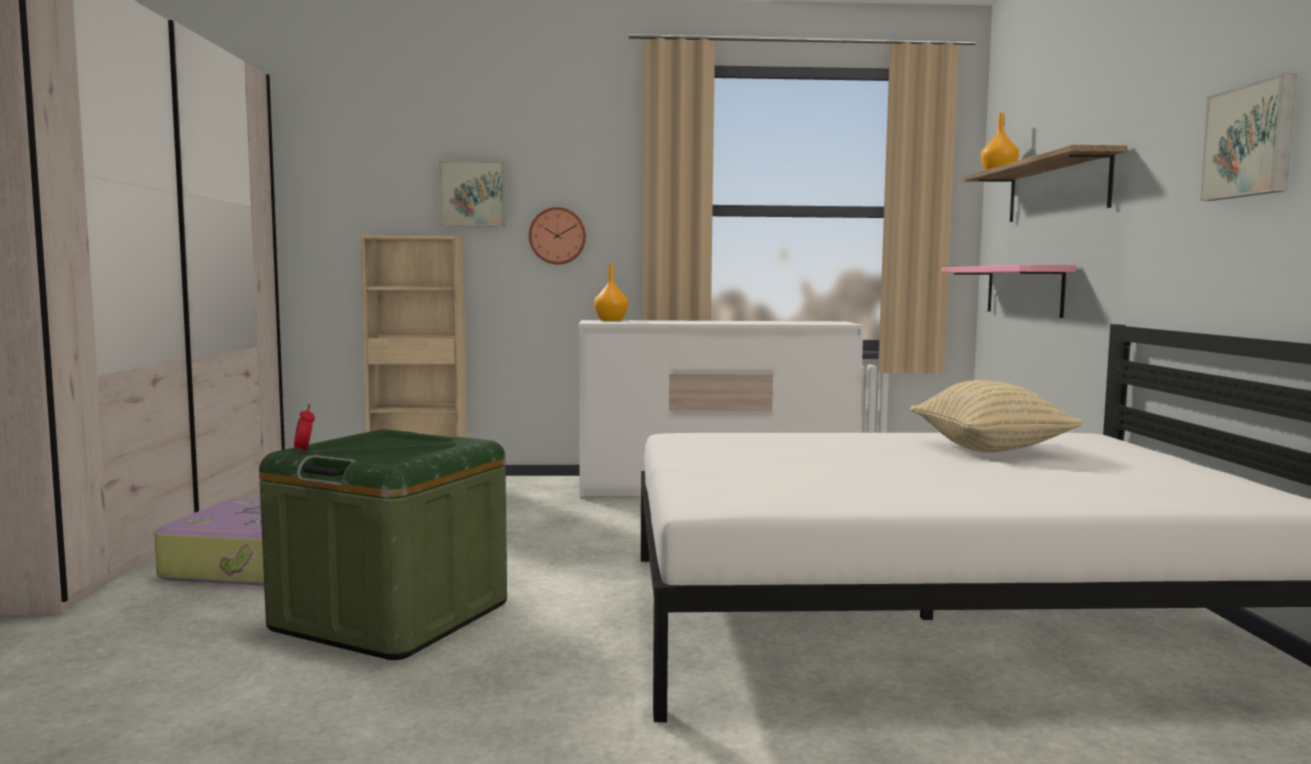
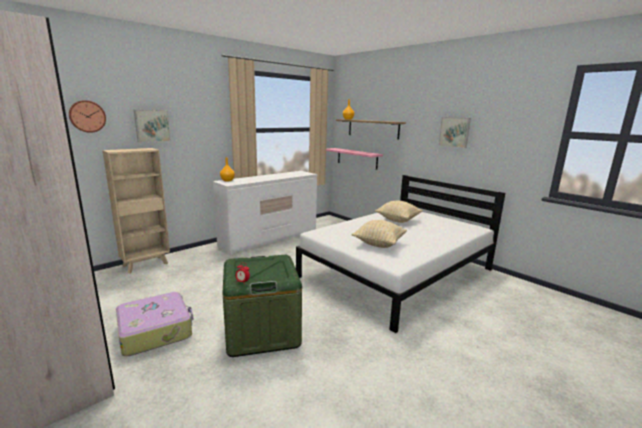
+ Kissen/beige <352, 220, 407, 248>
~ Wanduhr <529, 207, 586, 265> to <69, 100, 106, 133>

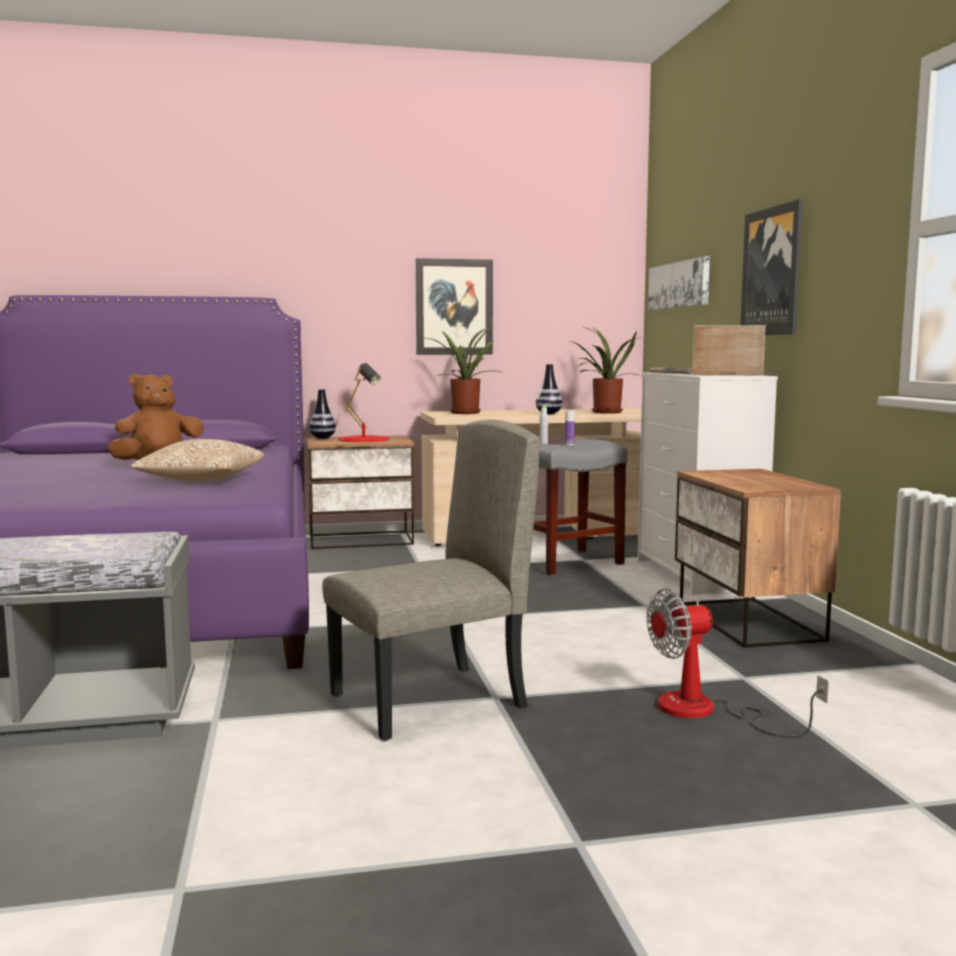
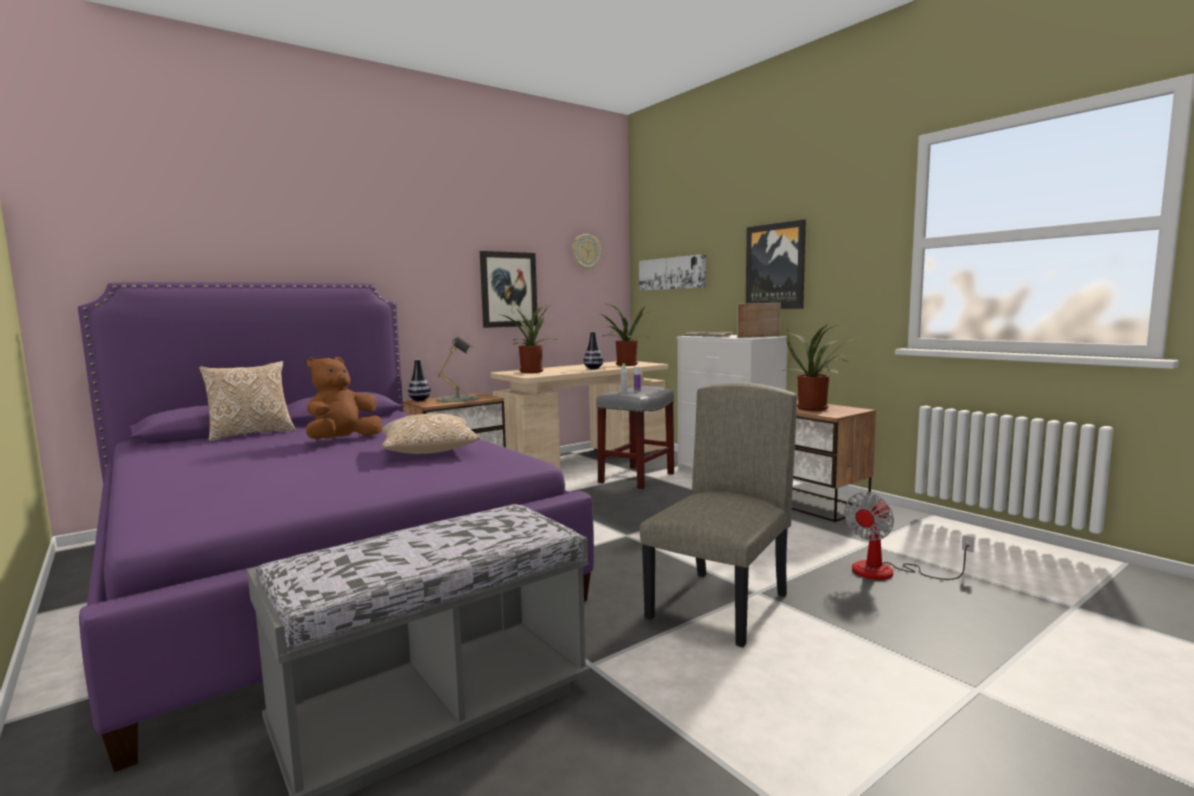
+ Kissen <199, 361, 296, 441>
+ Wanduhr <572, 234, 601, 270>
+ Topfpflanze <782, 324, 856, 411>
~ Tischlampe/rot <338, 363, 389, 442> to Tischlampe/grau <437, 337, 479, 402>

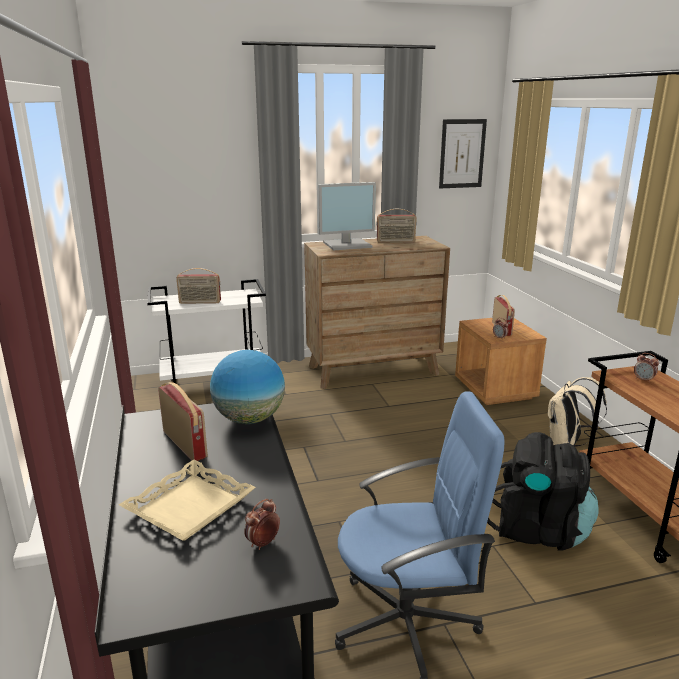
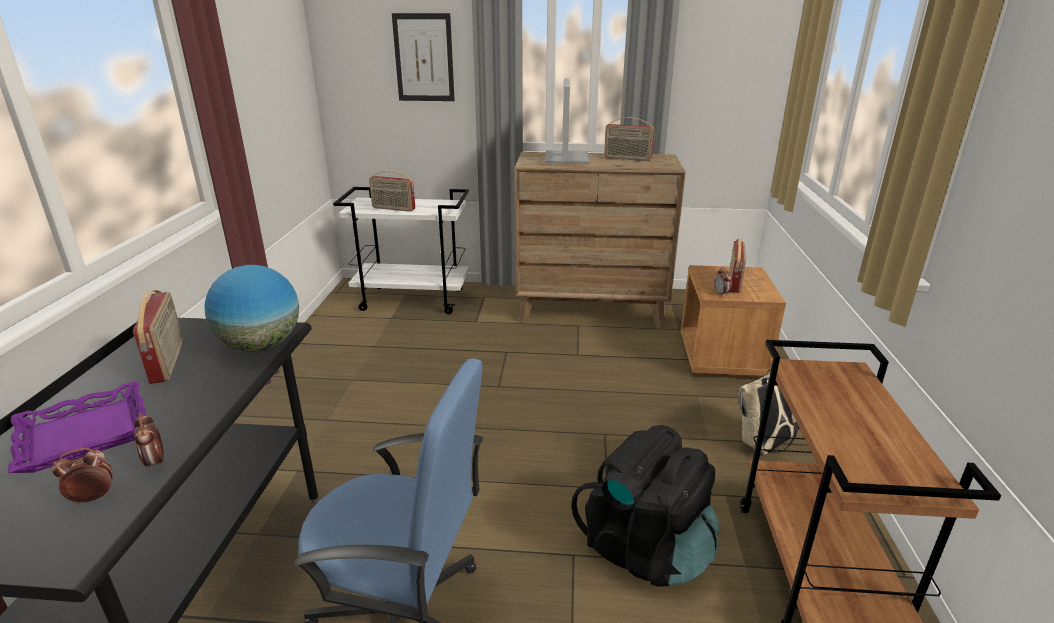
~ Bild <439, 119, 487, 189> to <392, 13, 455, 101>
~ Wecker <634, 353, 659, 383> to <134, 413, 164, 472>
~ Tablett/beige <119, 460, 256, 540> to Tablett/lila <8, 381, 146, 473>
~ Monitor <318, 182, 376, 251> = <545, 78, 590, 164> 90 degrees counterclockwise

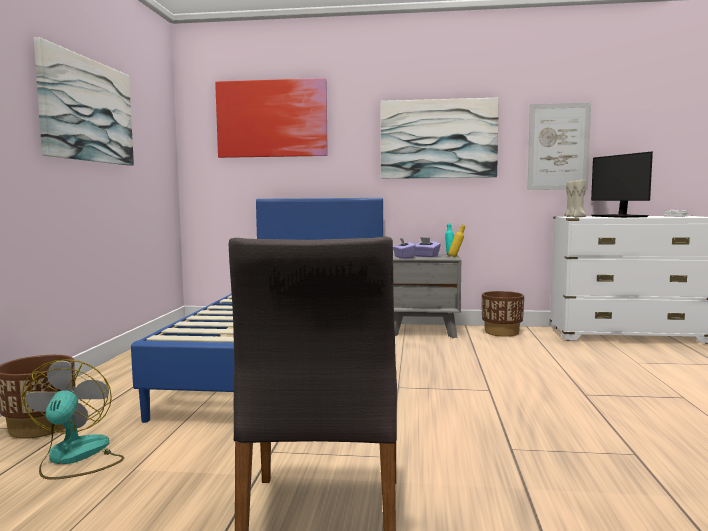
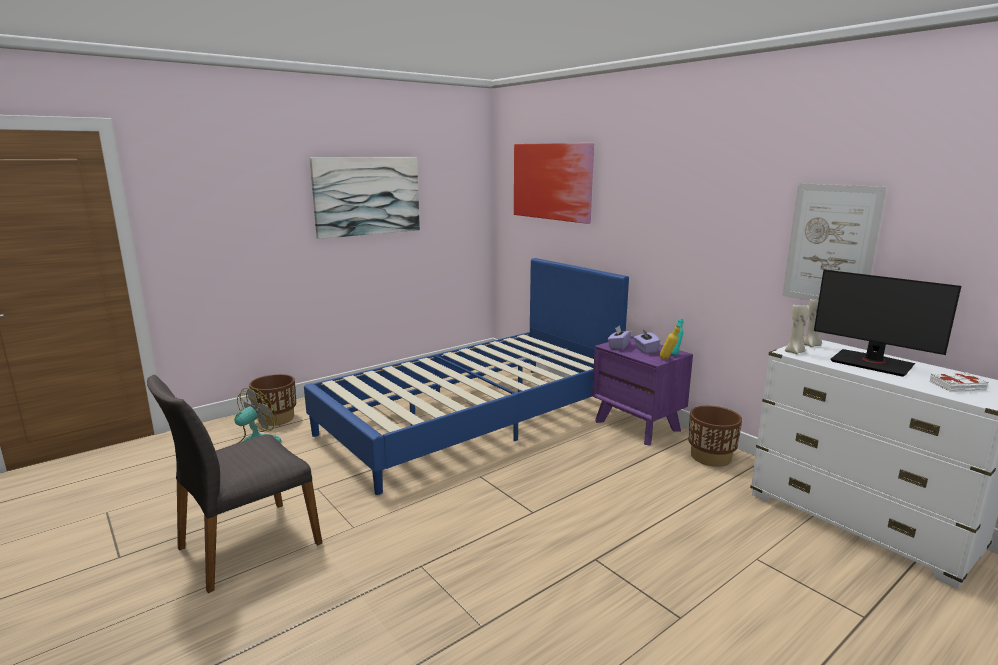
- Bild <381, 98, 499, 179>
~ Nachttisch/grau <393, 254, 461, 338> to Nachttisch/lila <592, 336, 693, 446>
~ Monitor <591, 151, 653, 218> = <814, 270, 961, 377> 75 degrees counterclockwise

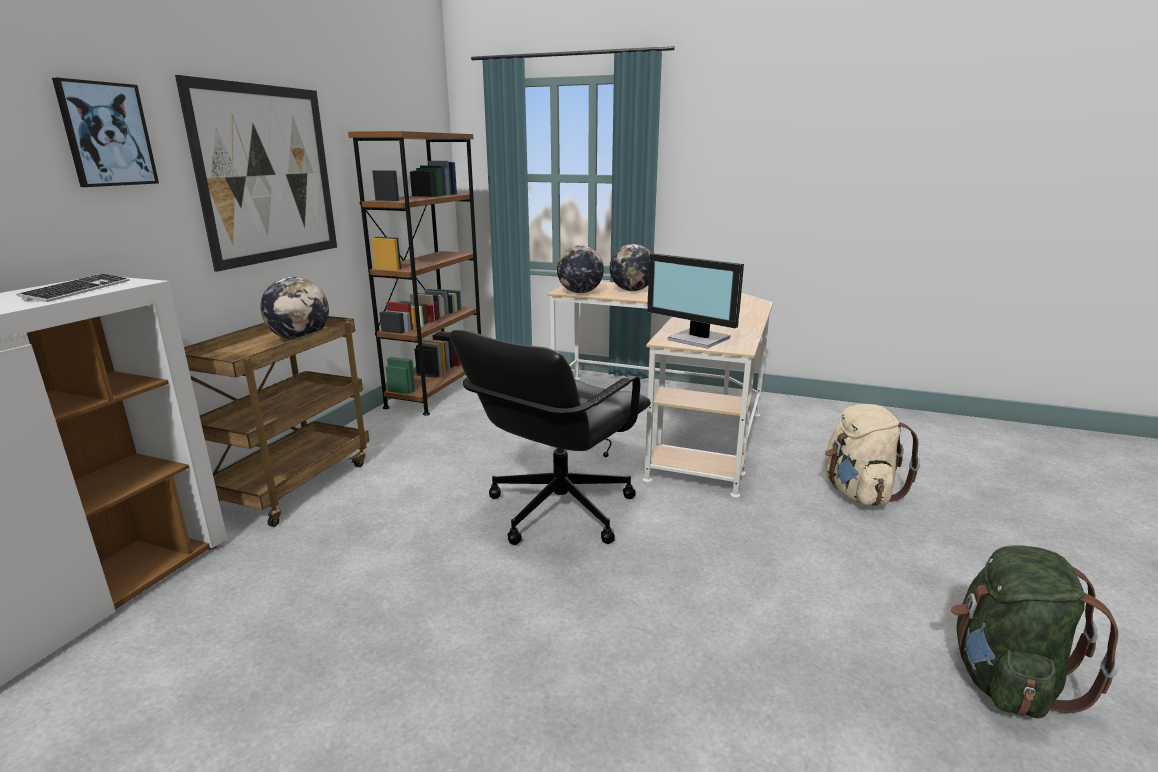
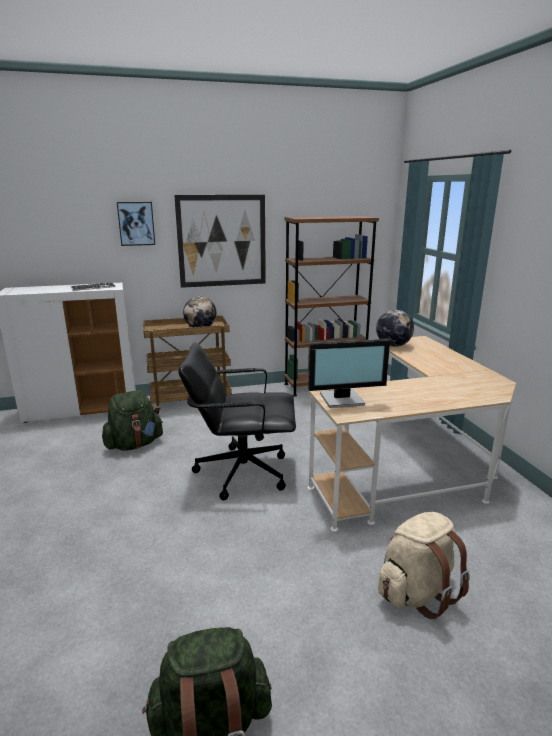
- Globus <610, 244, 652, 291>
+ Rucksack/grün <102, 391, 163, 451>
~ Monitor <647, 253, 744, 349> = <308, 339, 390, 408> 105 degrees counterclockwise

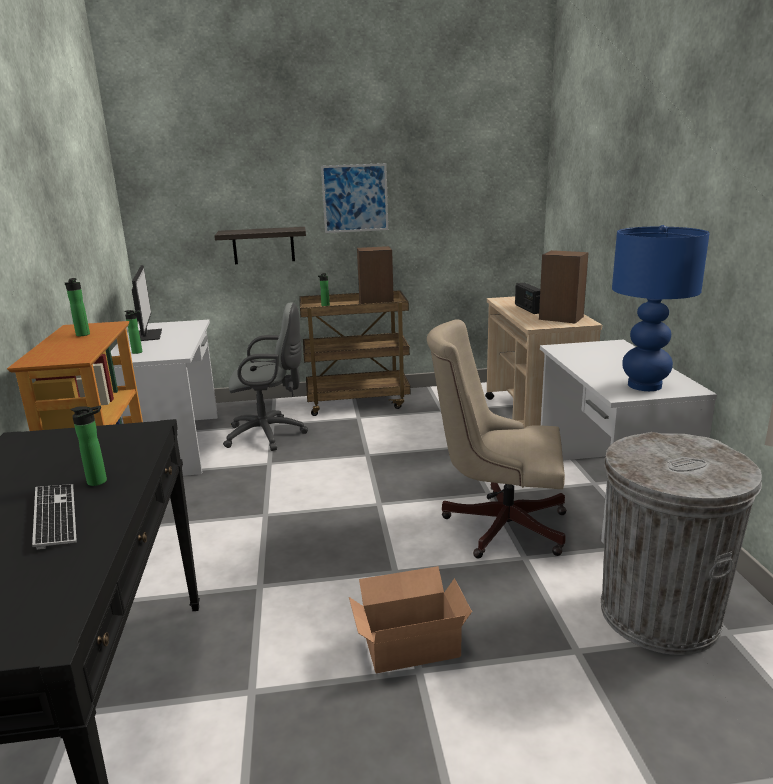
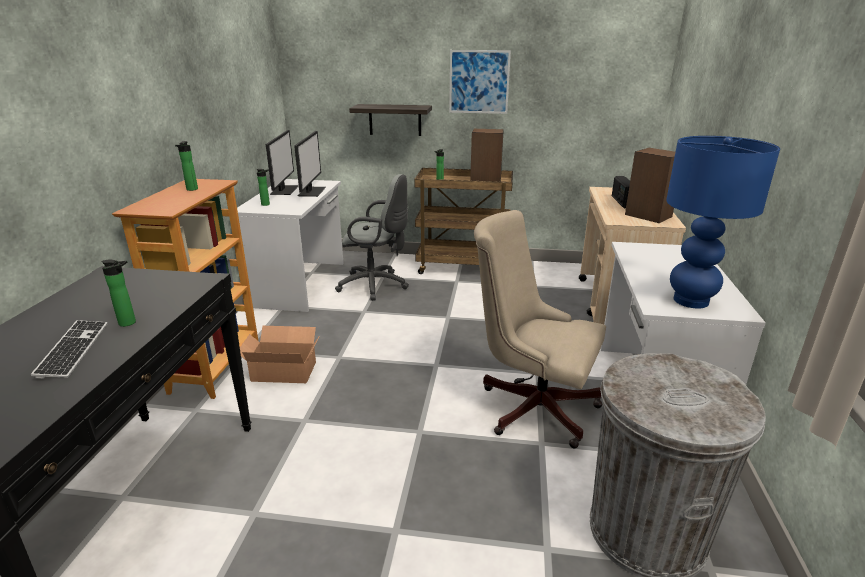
+ Monitor <294, 131, 326, 197>
~ Karton <349, 566, 472, 673> to <240, 326, 320, 383>

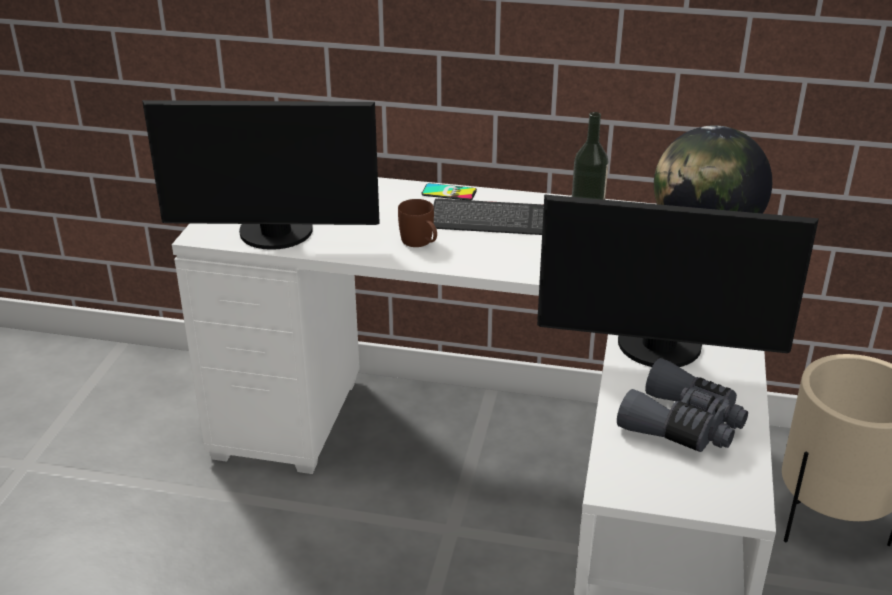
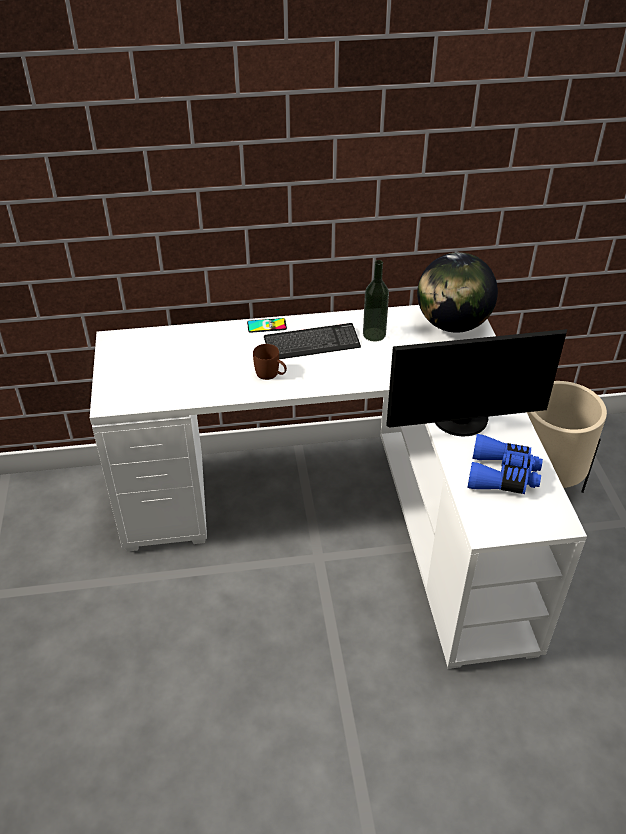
- Monitor <142, 100, 380, 250>
~ Fernglas/grau <617, 358, 748, 452> to Fernglas/blau <467, 434, 543, 494>

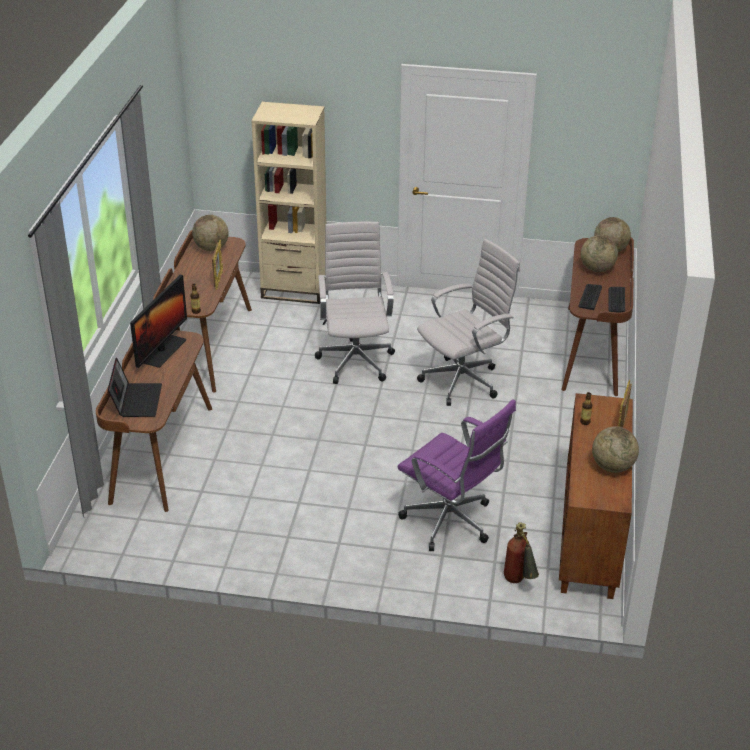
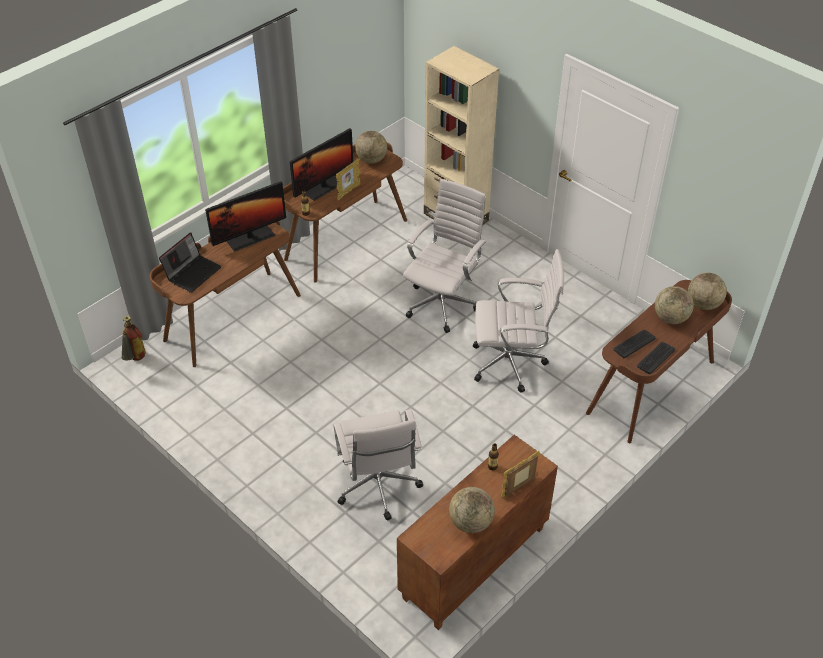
+ Monitor <290, 128, 353, 201>
~ Feuerlöscher <504, 522, 539, 583> to <122, 315, 145, 361>
~ Bürostuhl/lila <398, 399, 516, 551> to Bürostuhl/weiß <334, 409, 423, 521>

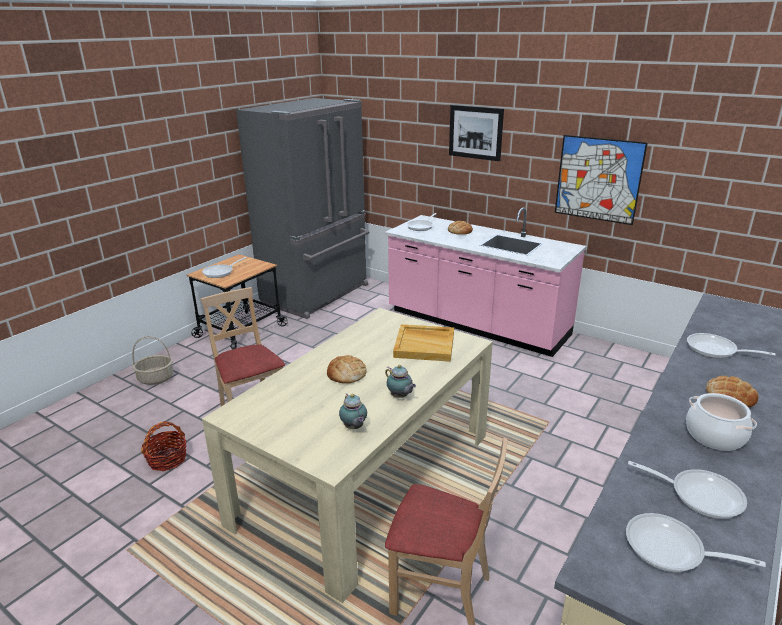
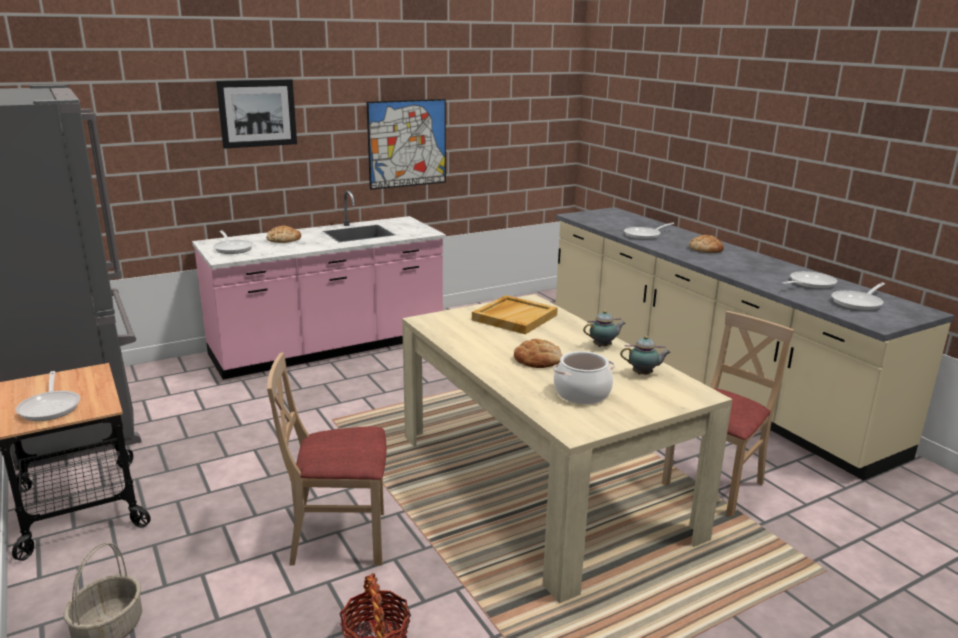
~ Kochtopf <686, 393, 757, 451> to <553, 351, 615, 404>

